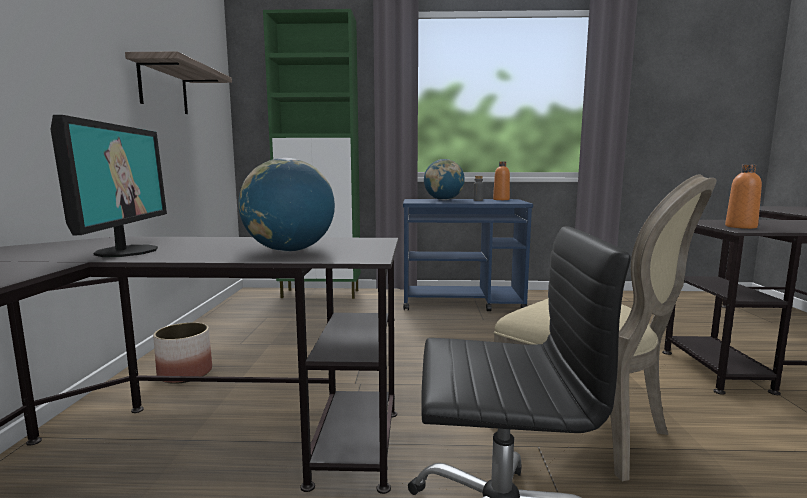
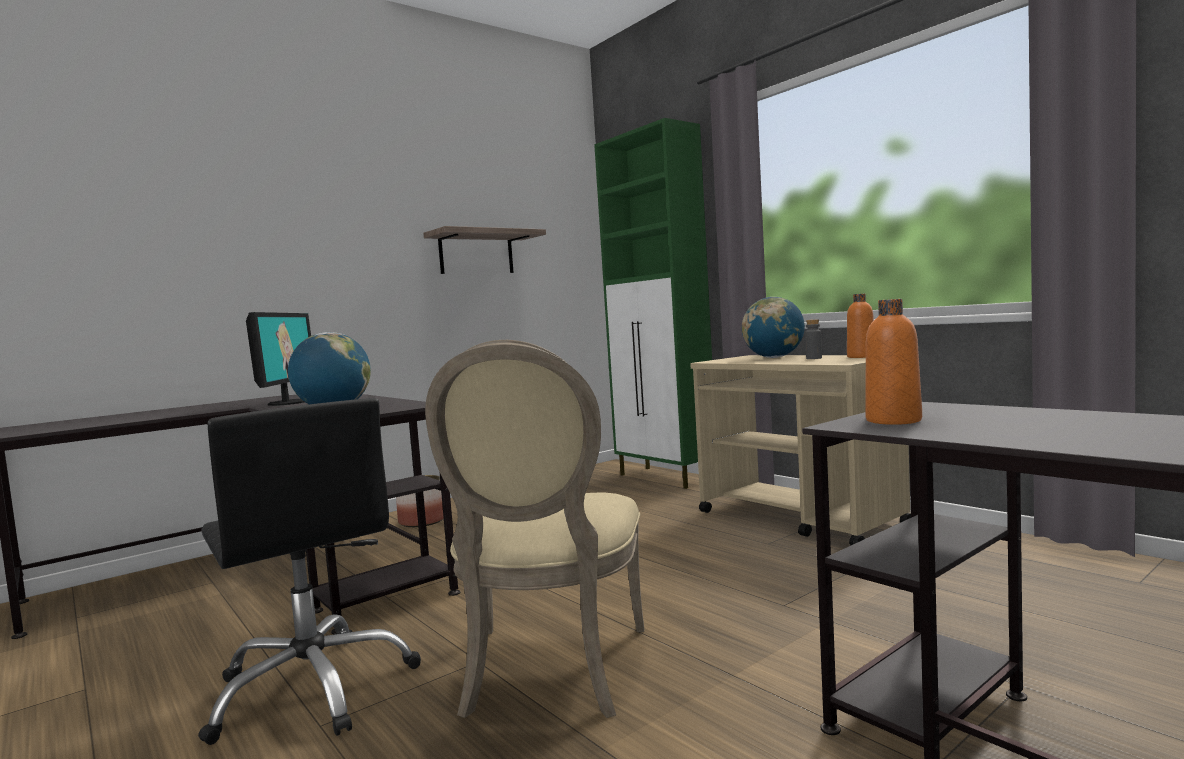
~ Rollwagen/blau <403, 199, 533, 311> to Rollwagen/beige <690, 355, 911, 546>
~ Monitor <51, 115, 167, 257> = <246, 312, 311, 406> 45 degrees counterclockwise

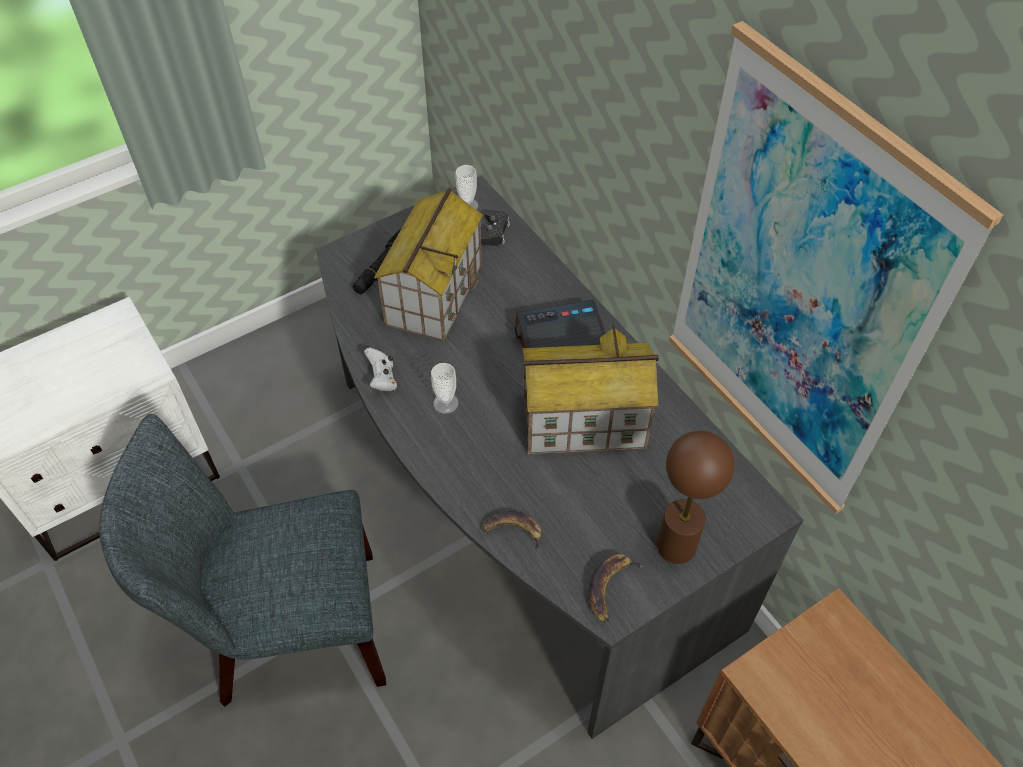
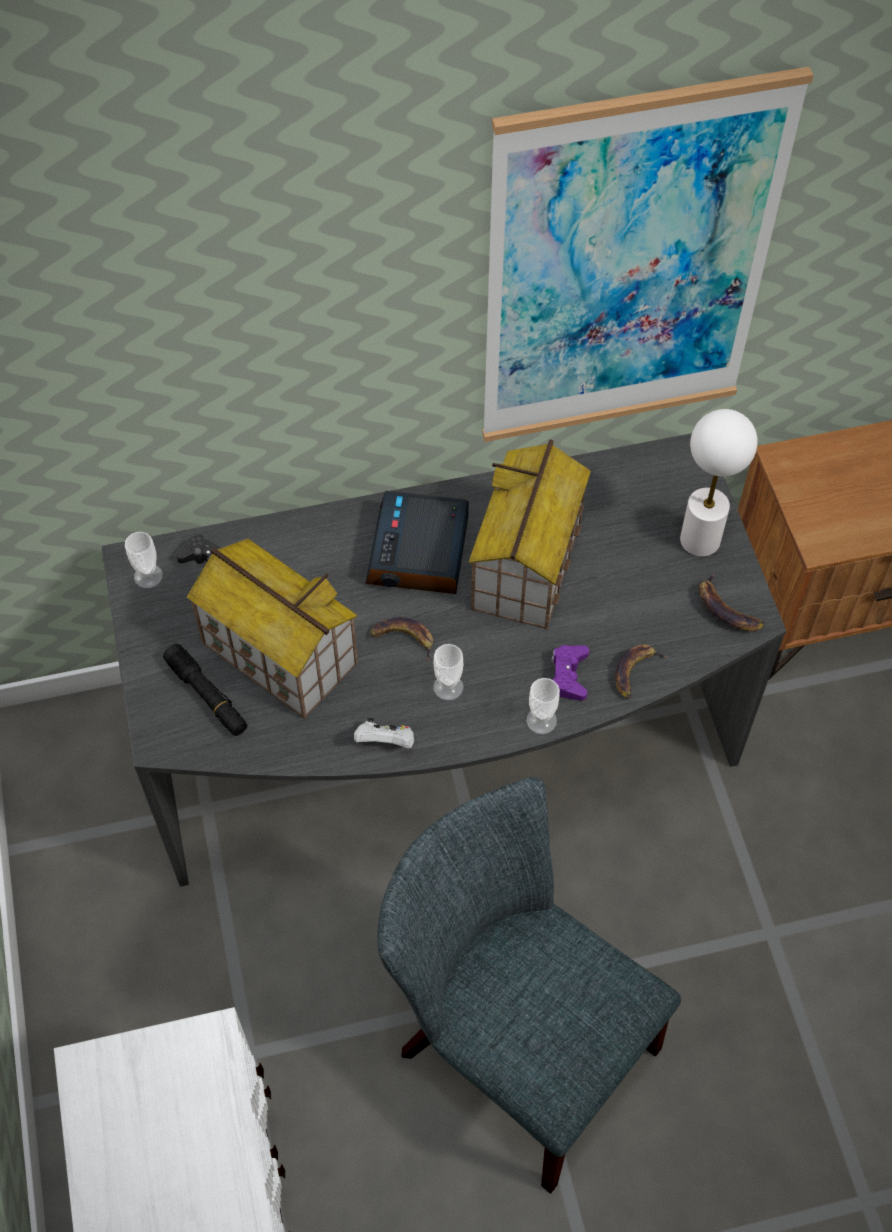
+ Banane <369, 617, 433, 662>
+ Tasse <526, 678, 560, 734>
+ Gamepad/lila <551, 645, 589, 701>
~ Tischlampe/braun <657, 431, 735, 564> to Tischlampe/weiß <680, 409, 758, 557>
~ Stuhl/grau <99, 414, 386, 707> = <377, 777, 681, 1194> 120 degrees clockwise

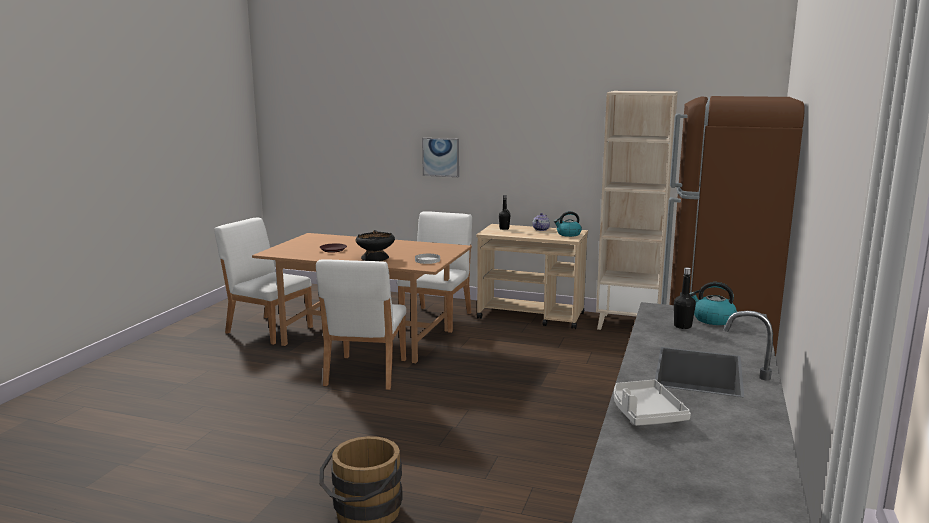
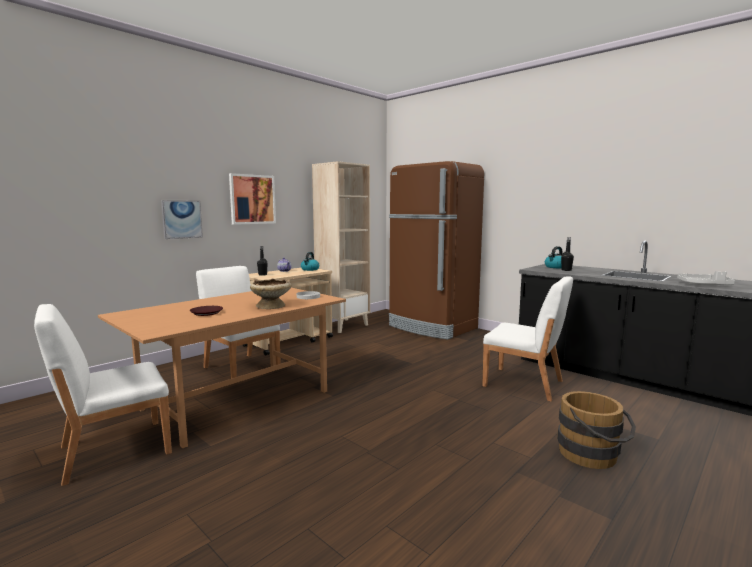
+ Bild <229, 173, 276, 225>
~ Stuhl/weiß <316, 260, 406, 390> to <482, 276, 573, 401>
~ Schüssel/schwarz <356, 230, 395, 261> to Schüssel/beige <250, 278, 292, 309>

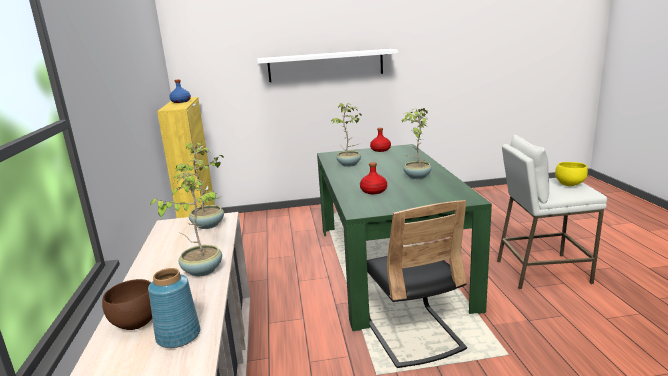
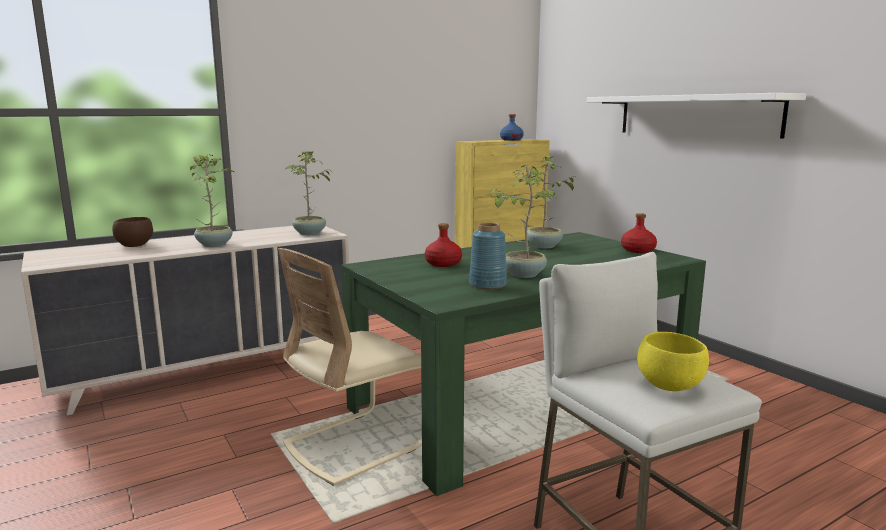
~ Vase/blau <148, 268, 200, 348> to <469, 223, 507, 289>
~ Stuhl/schwarz <367, 200, 467, 368> to Stuhl/beige <278, 248, 422, 486>

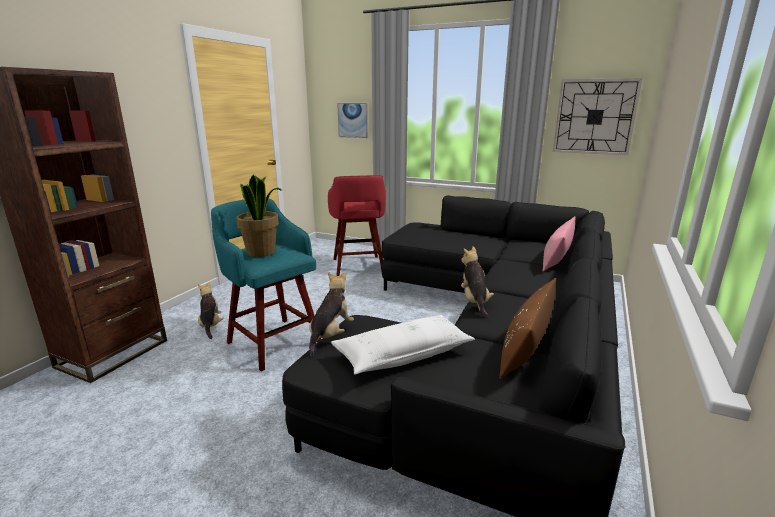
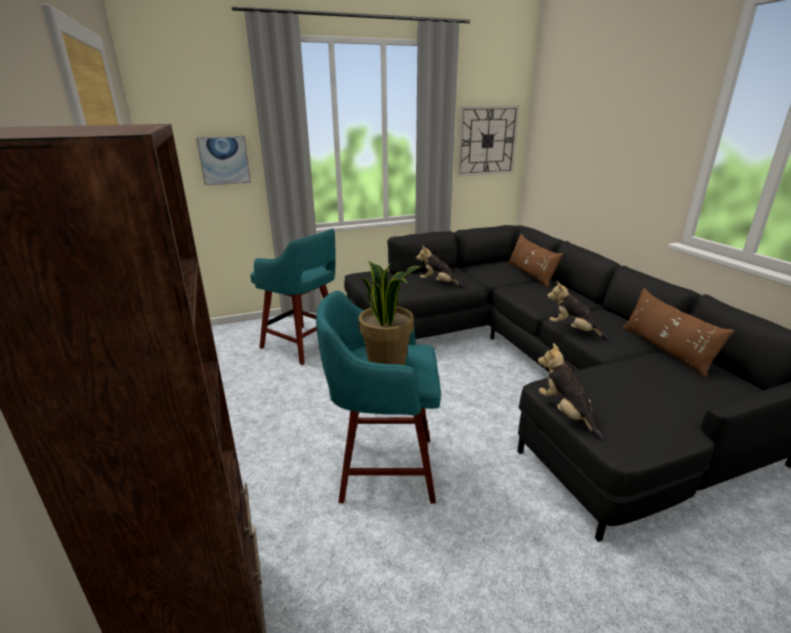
- Kissen/weiß <331, 315, 475, 374>
~ Plüschtier <198, 282, 224, 339> to <416, 246, 465, 287>
~ Hocker/rot <328, 175, 386, 276> to Hocker/türkis <250, 229, 336, 365>
~ Kissen/rosa <543, 216, 576, 272> to Kissen/braun <508, 234, 563, 287>

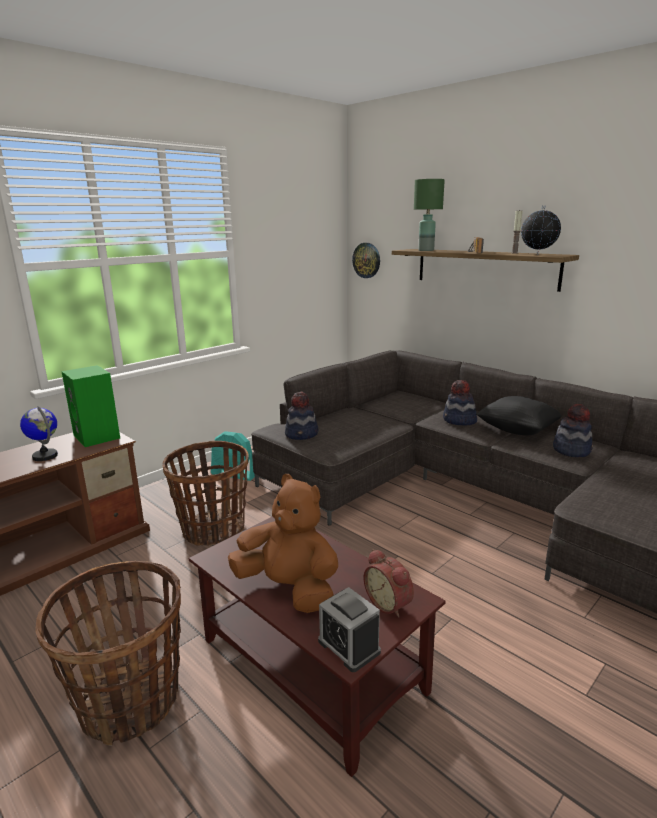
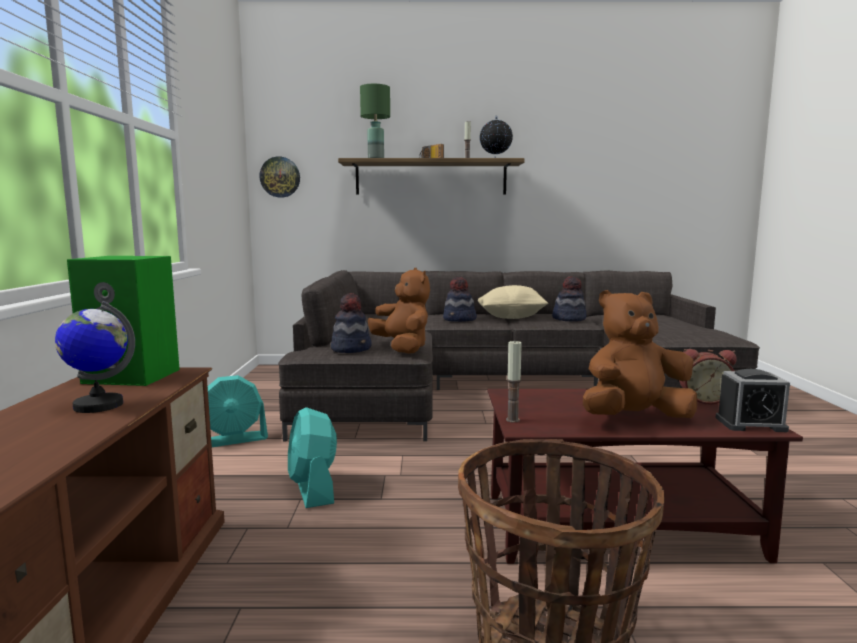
+ Plüschtier/braun <368, 268, 430, 354>
+ Kerze <506, 341, 522, 423>
~ Korb <162, 441, 248, 546> to Ventilator/türkis <288, 407, 337, 508>
~ Kissen/schwarz <476, 396, 561, 435> to Kissen/beige <478, 285, 548, 319>

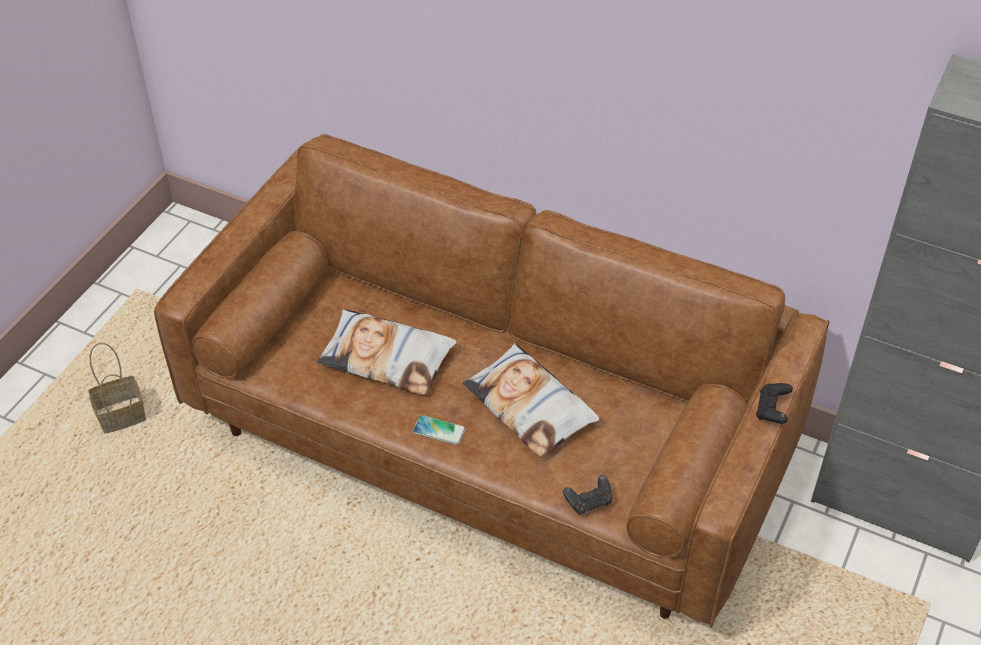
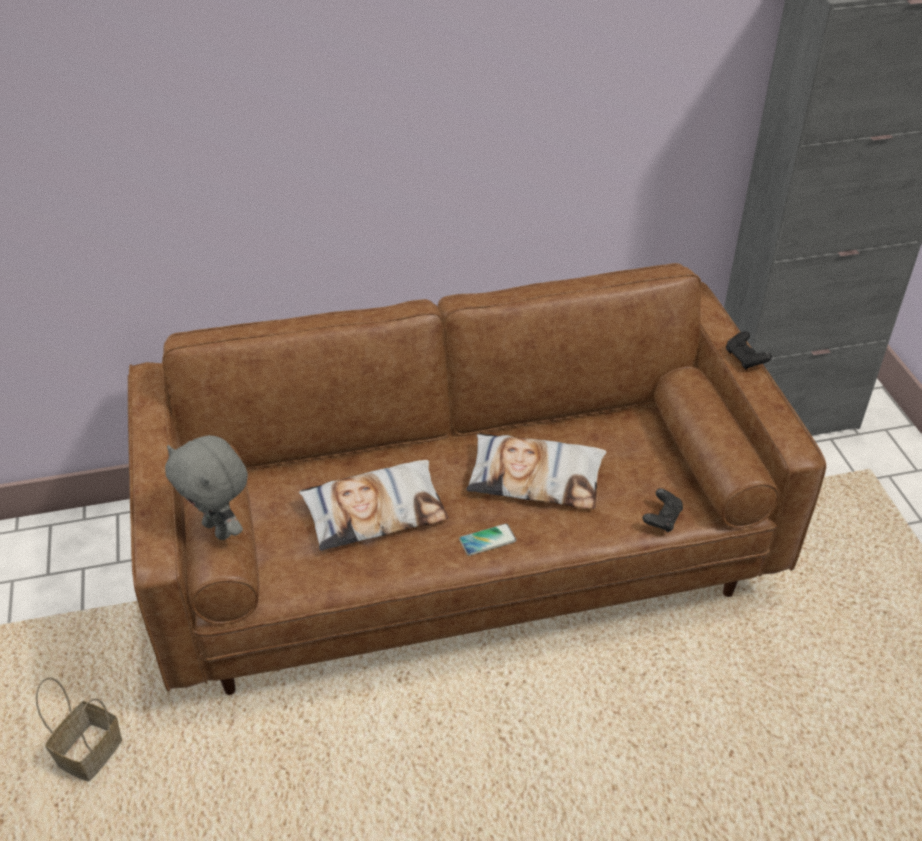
+ Plüschtier/grau <165, 435, 248, 540>

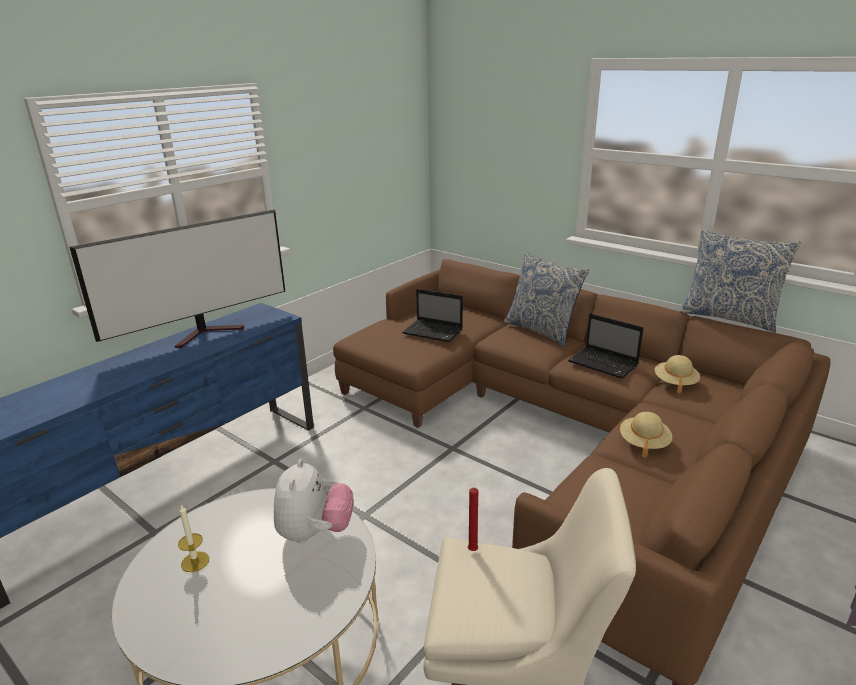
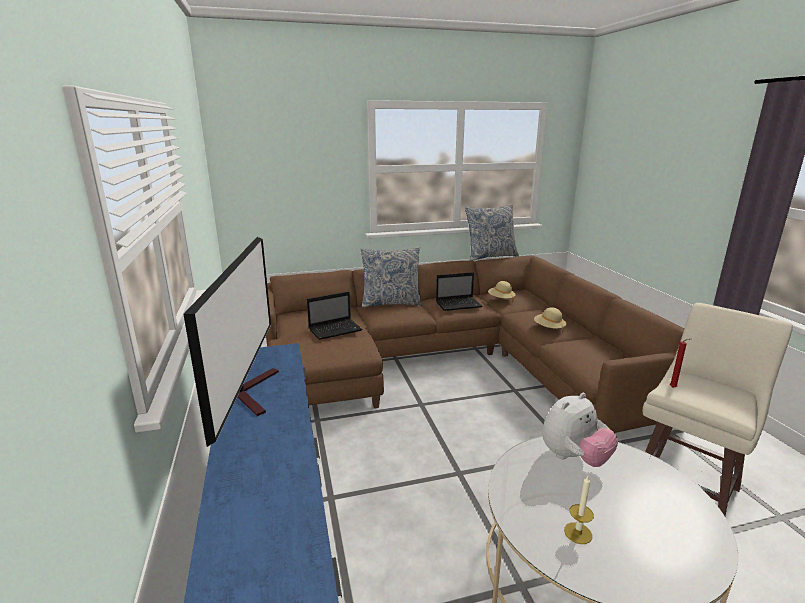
~ Plüschtier <274, 459, 353, 543> = <542, 393, 618, 467> 105 degrees clockwise

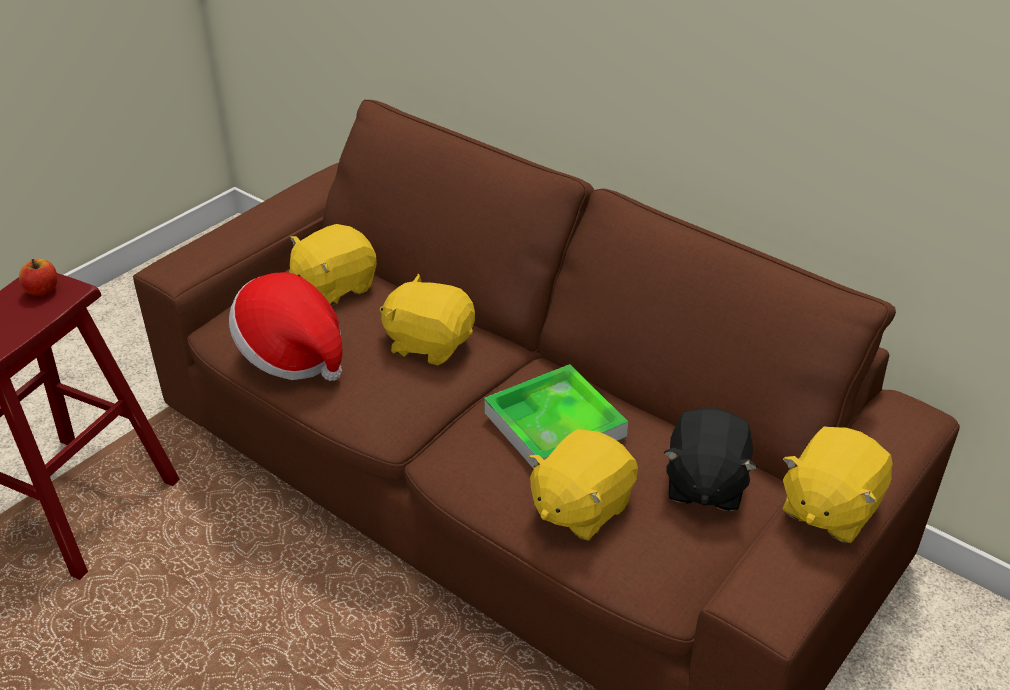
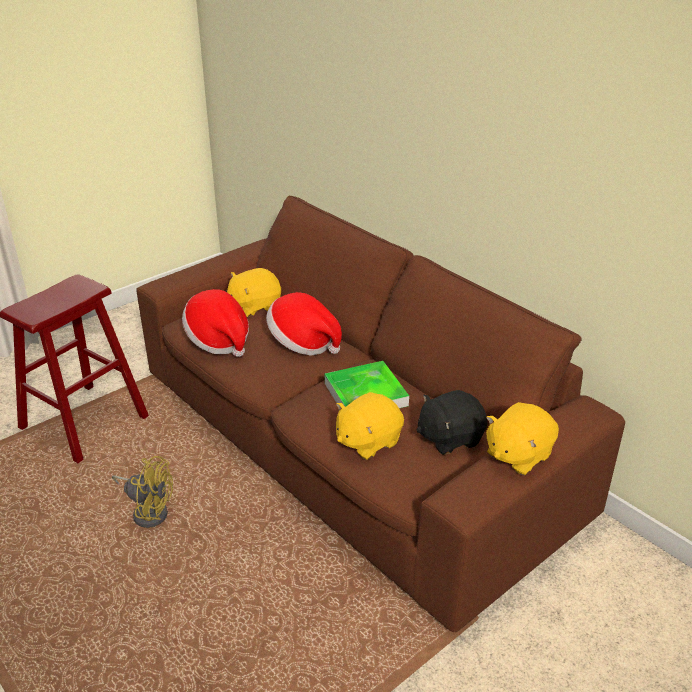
- Apfel <19, 259, 57, 296>
+ Ventilator/gelb <112, 456, 173, 528>
~ Plüschtier/gelb <380, 274, 475, 366> to Hut <266, 292, 342, 356>
~ Plüschtier/schwarz <664, 408, 758, 511> = <417, 390, 488, 455> 45 degrees clockwise

